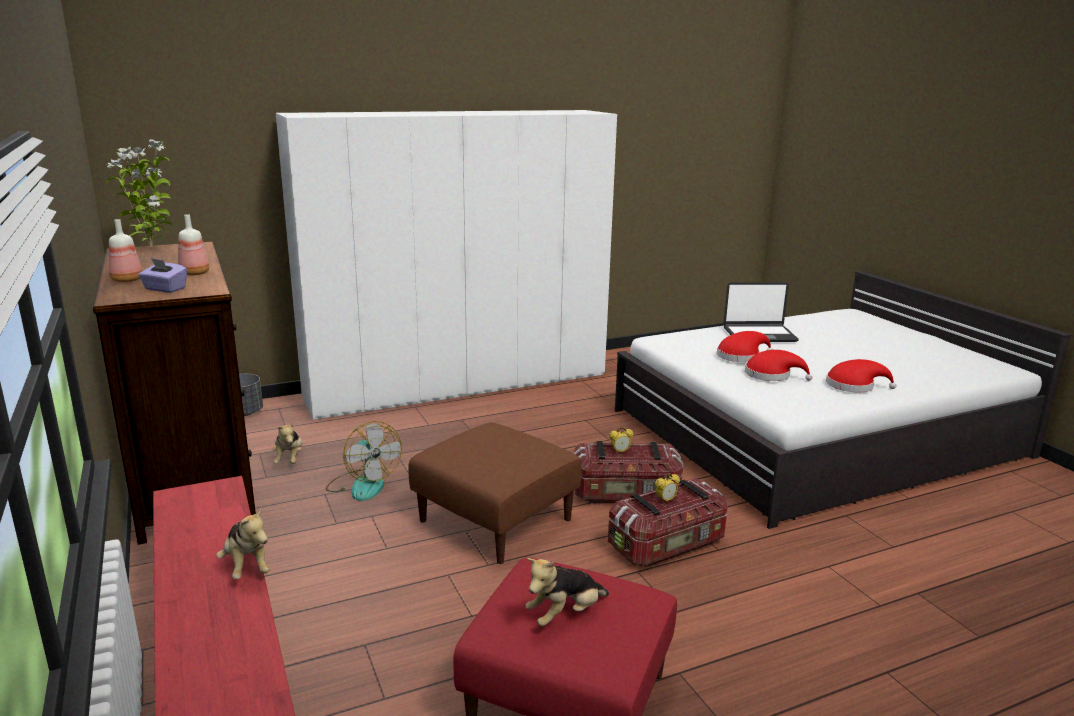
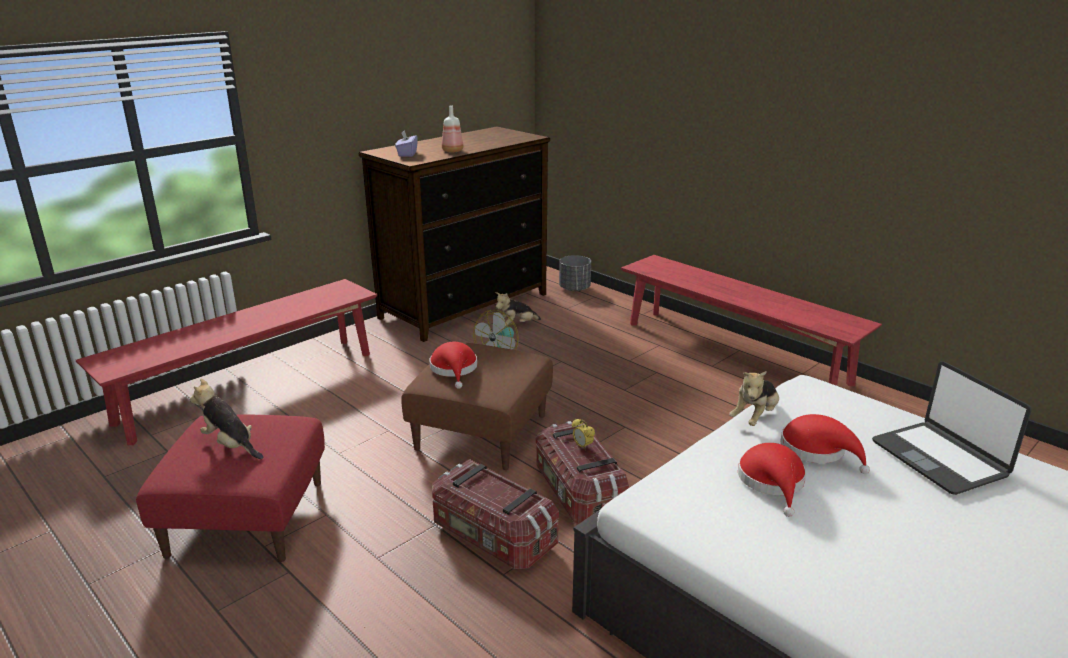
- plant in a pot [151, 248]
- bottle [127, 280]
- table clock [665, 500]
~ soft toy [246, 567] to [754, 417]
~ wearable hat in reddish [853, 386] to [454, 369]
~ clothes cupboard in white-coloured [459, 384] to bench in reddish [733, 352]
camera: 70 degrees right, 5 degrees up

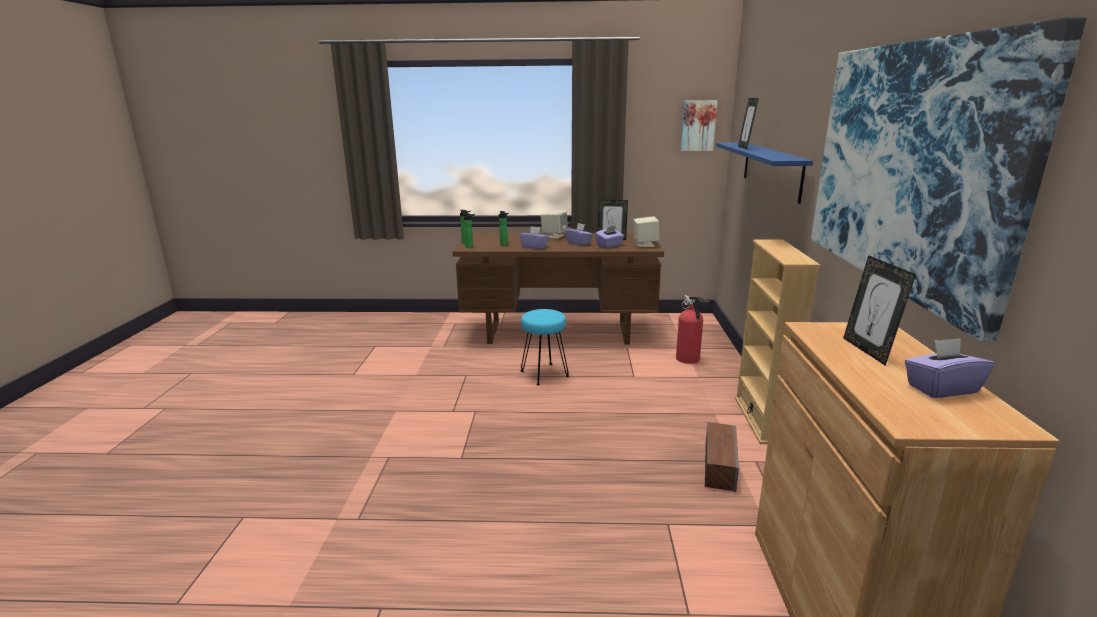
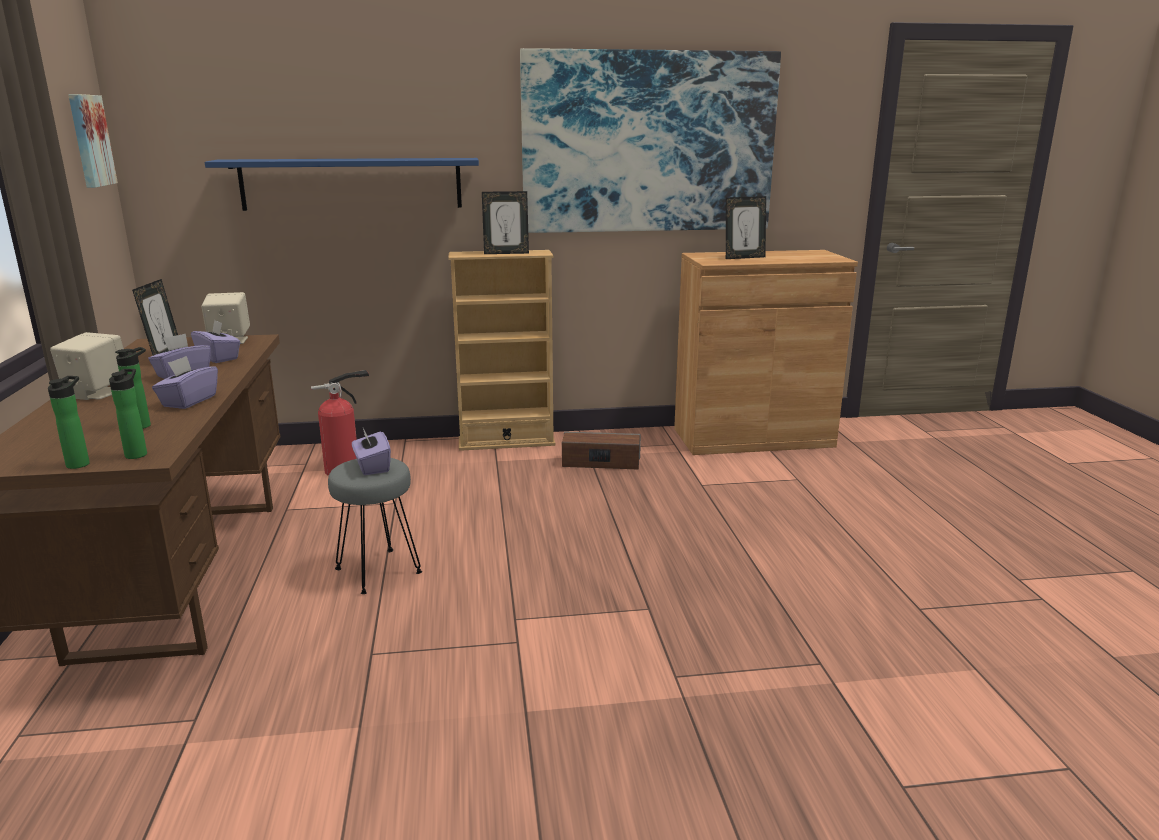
~ picture frame [745, 147] to [506, 253]
~ tissue box in purple [941, 388] to [372, 467]
~ stool in blue-green [543, 374] to stool in gray [378, 571]
camera: 100 degrees left, 0 degrees up

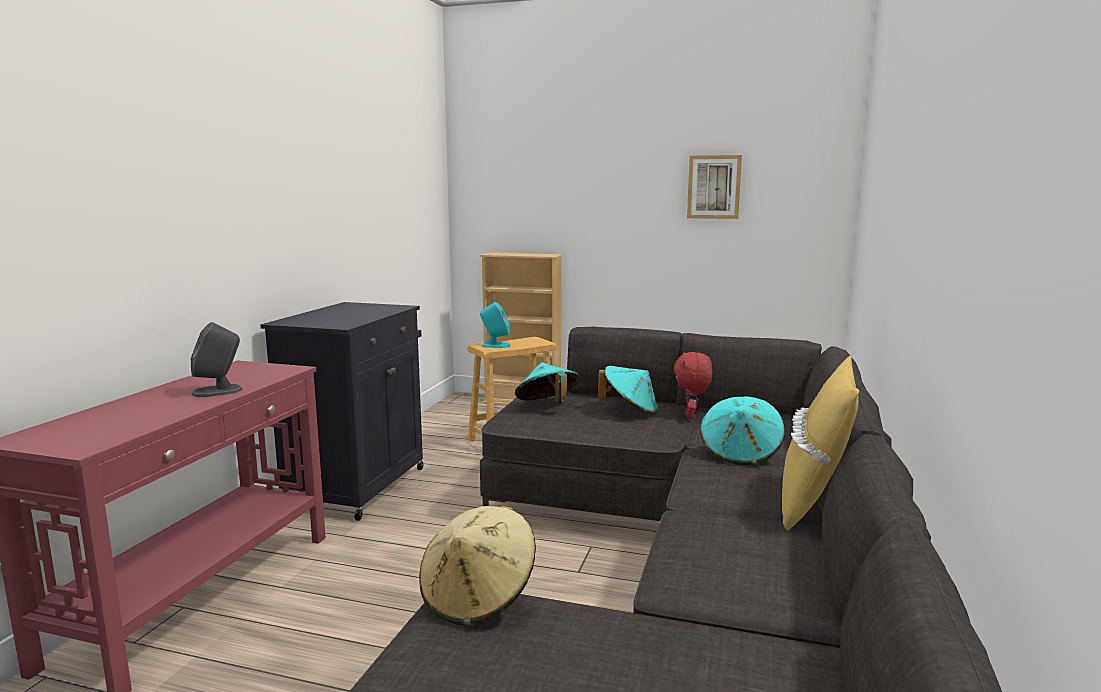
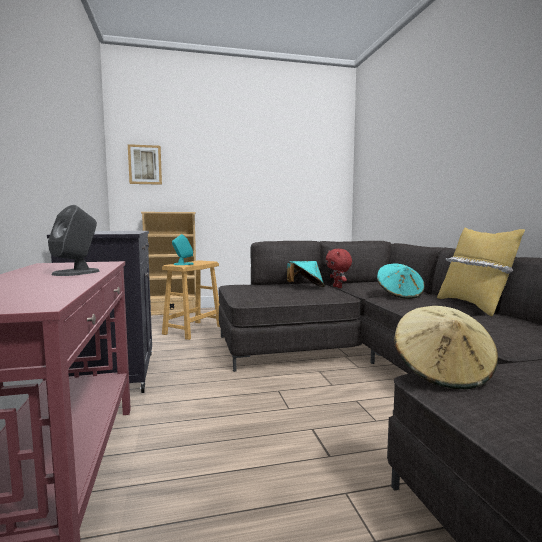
- wearable hat in blue-green [547, 406]
~ wall art [714, 187] to [145, 165]
camera: 30 degrees left, 5 degrees down

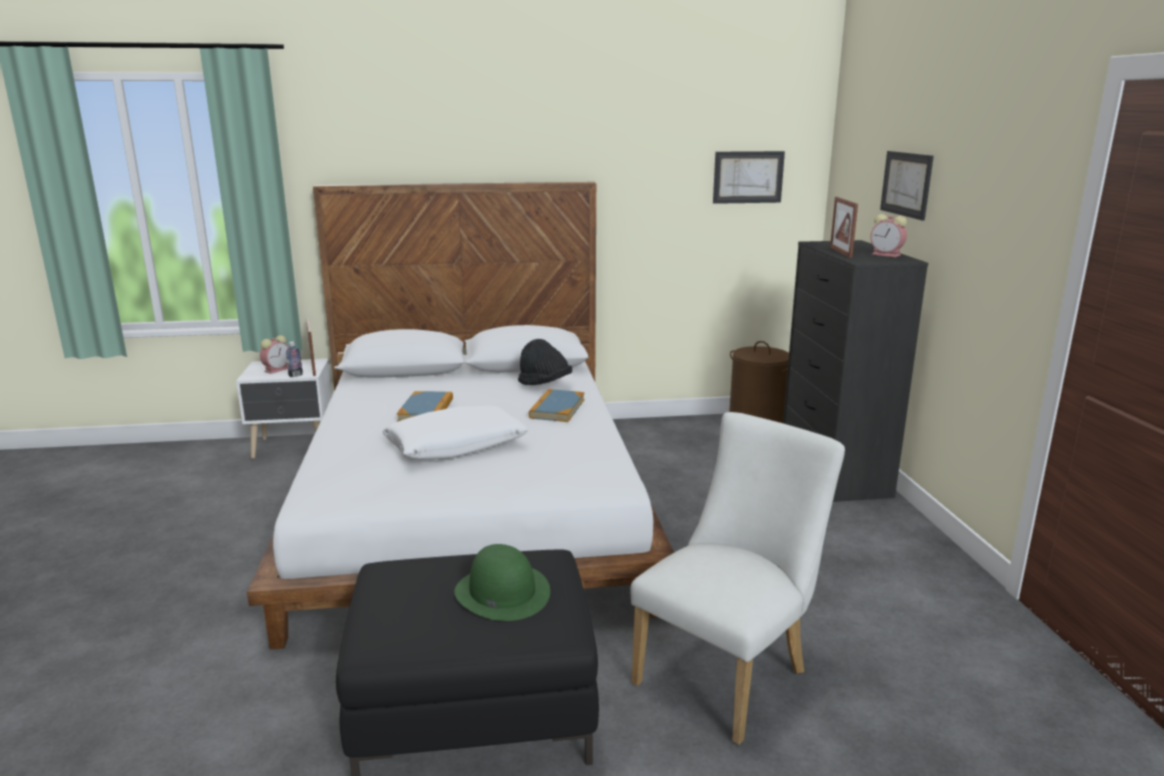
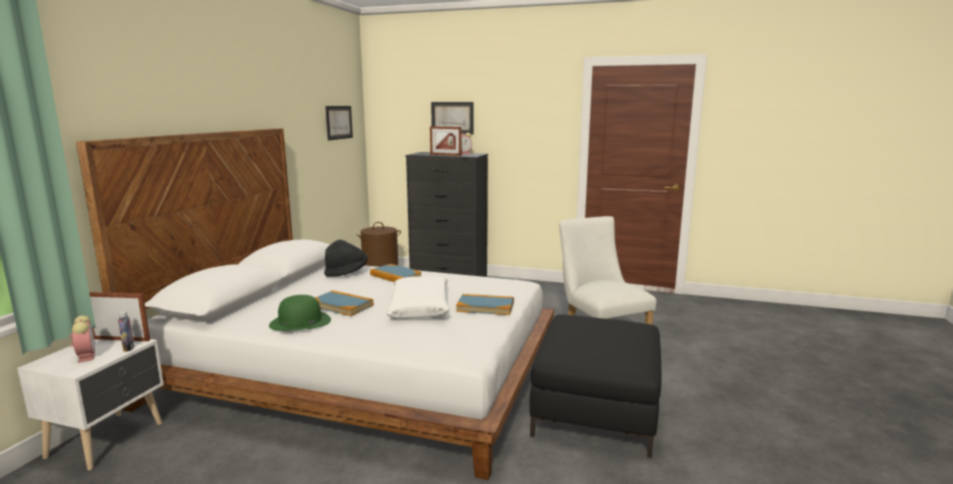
+ bound book [485, 307]
~ wearable hat in green-coloured [502, 592] to [300, 322]
camera: 65 degrees left, 5 degrees down

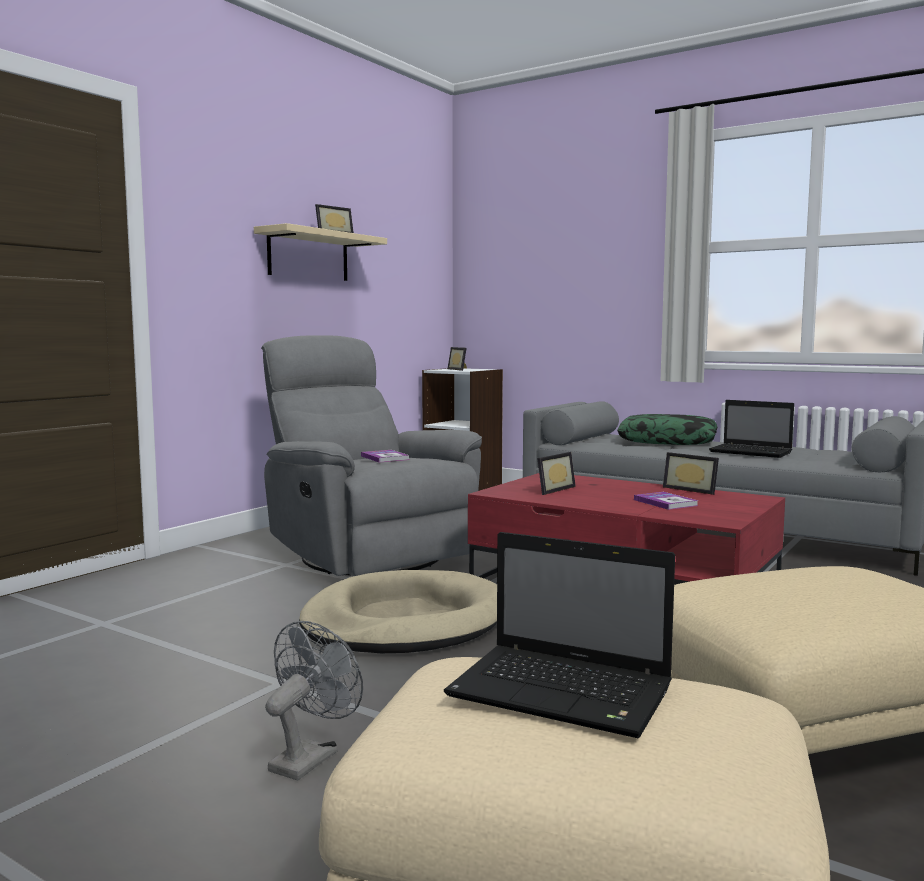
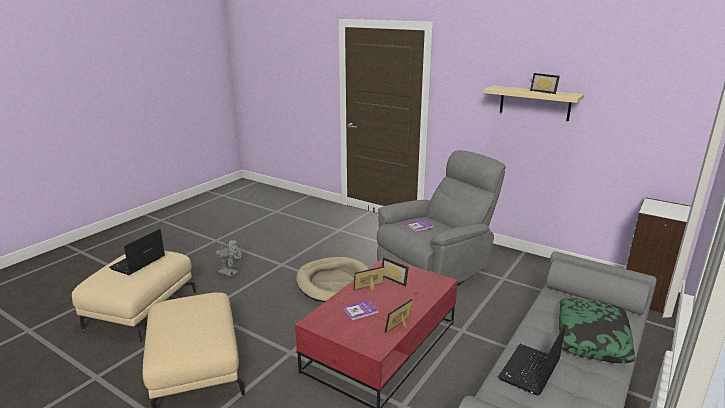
~ picture frame [460, 369] to [370, 288]
camera: 90 degrees right, 15 degrees up

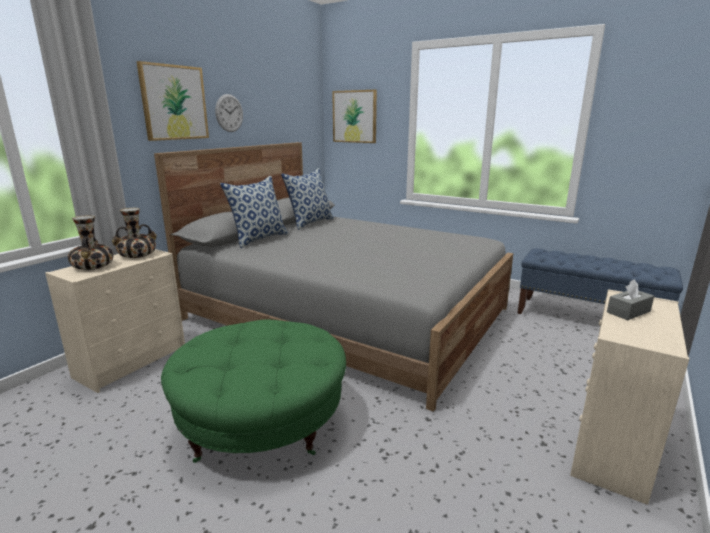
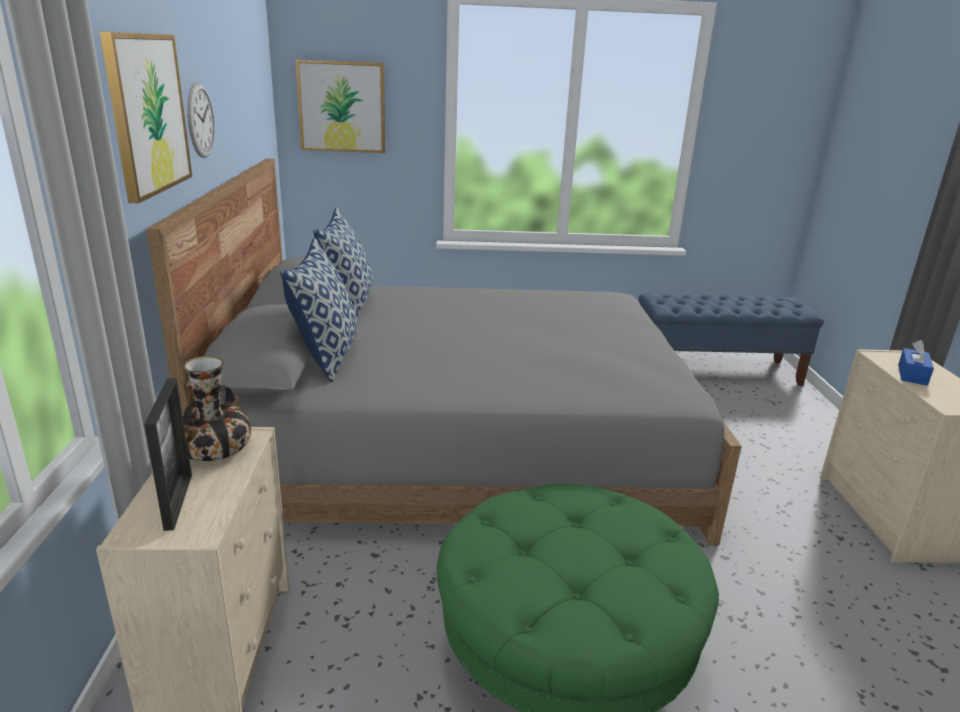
~ decorative vase [93, 266] to picture frame [178, 501]
~ tissue box in gray [628, 312] to tissue box in blue [912, 375]
camera: 35 degrees left, 5 degrees up

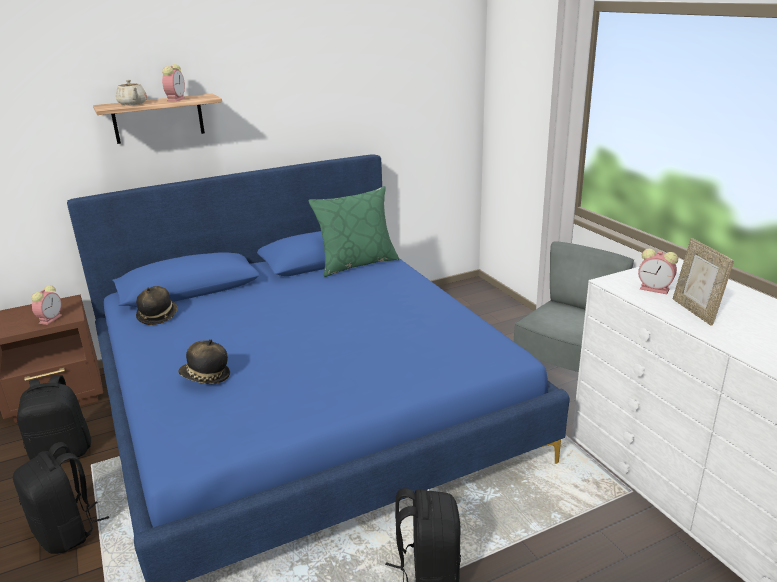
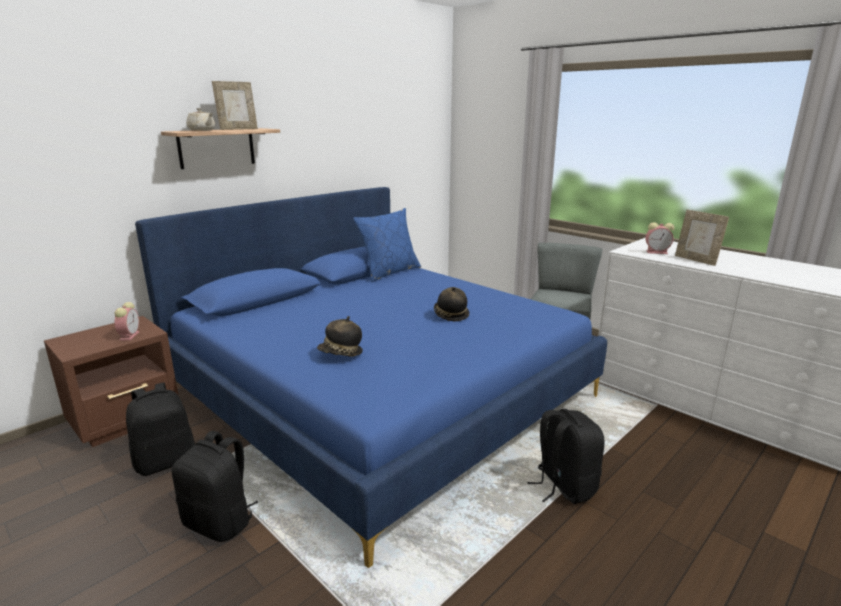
~ wearable hat [157, 316] to [450, 315]
~ table clock [176, 99] to picture frame [238, 129]
~ throw pillow in green-coloured [357, 263] to throw pillow in blue [389, 272]
camera: 20 degrees left, 5 degrees down

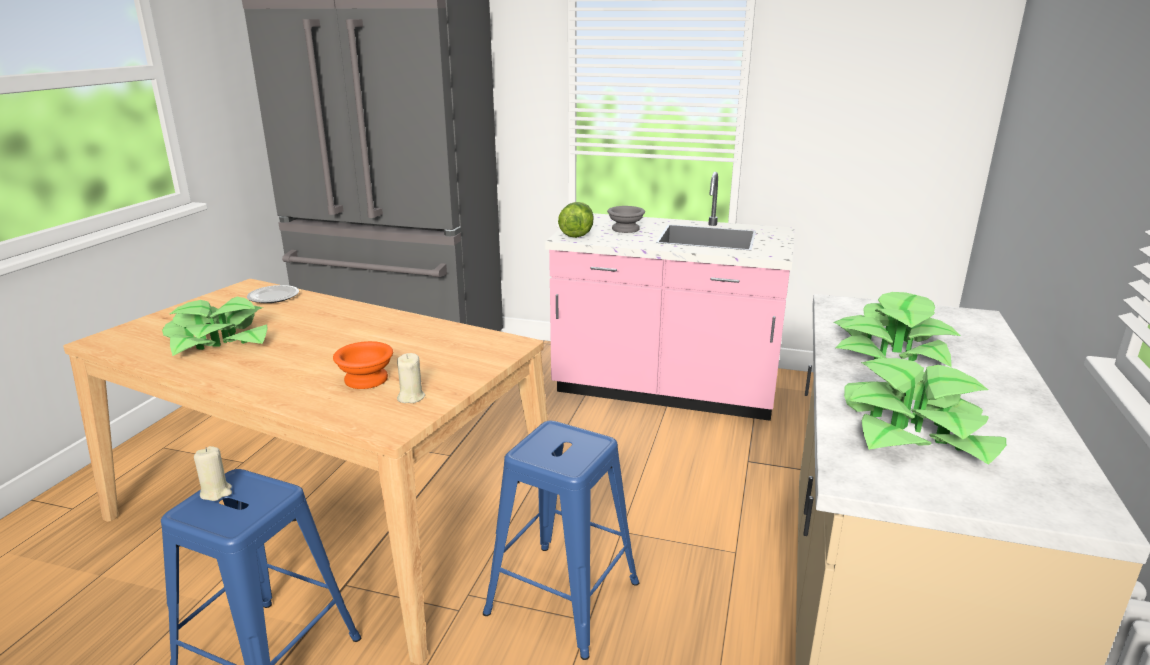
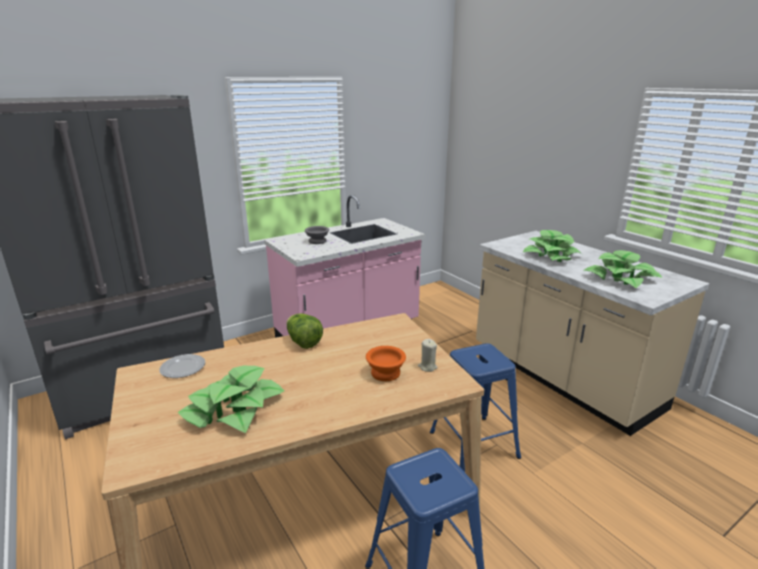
- candle in beige-coloured [216, 492]
~ lettuce head [577, 234] to [303, 342]
camera: 50 degrees left, 0 degrees up

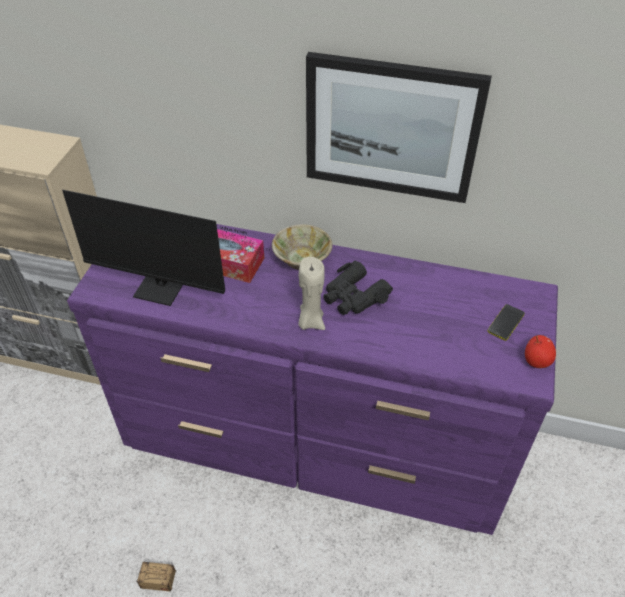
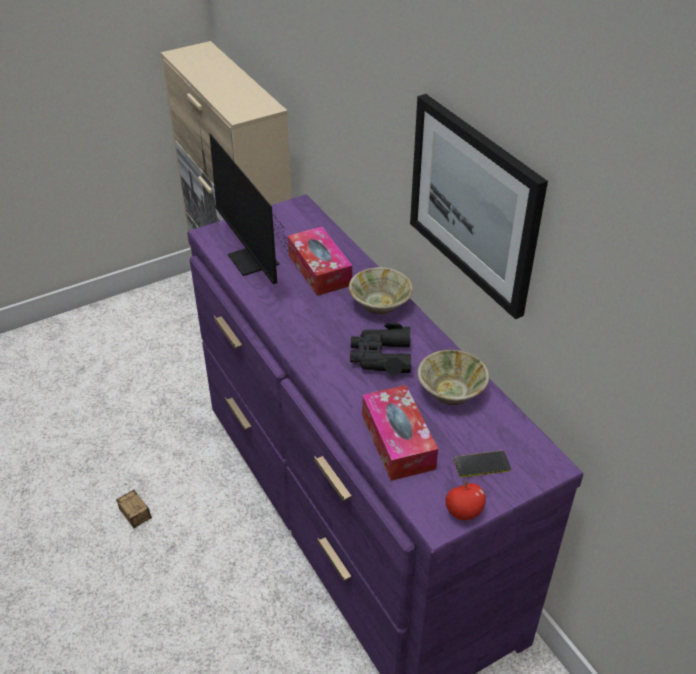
- candle in beige-coloured [310, 321]
+ tissue box [398, 441]
+ bowl in beige-coloured [451, 390]
camera: 45 degrees right, 5 degrees down

